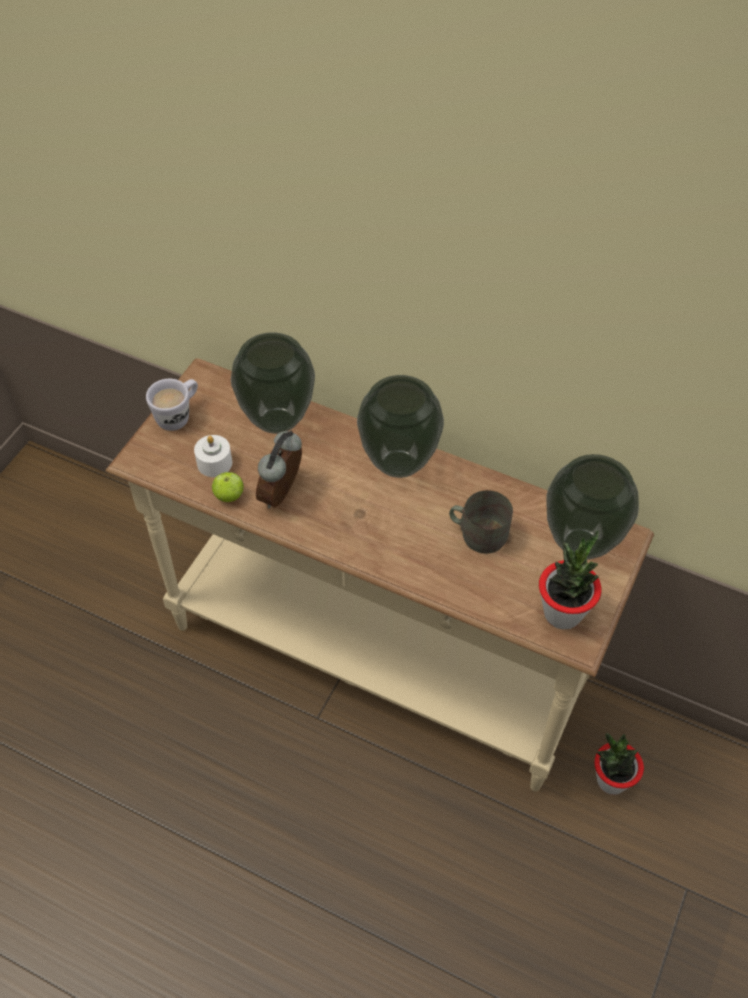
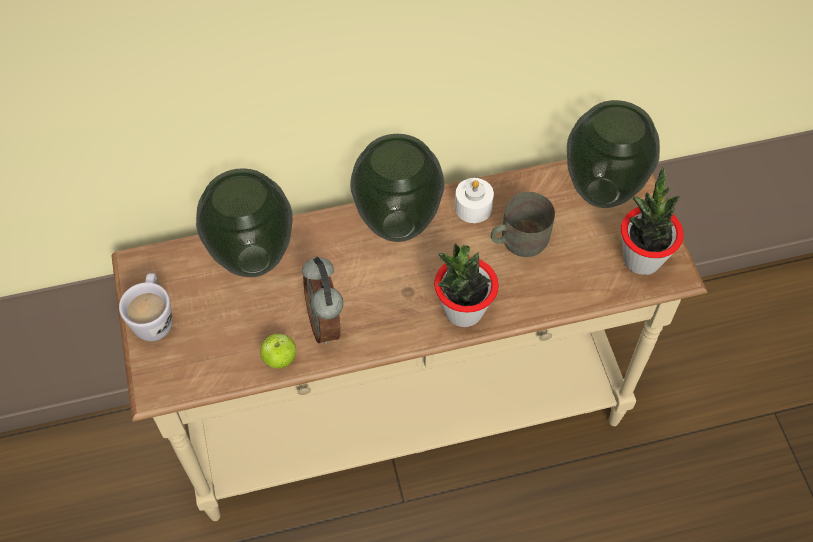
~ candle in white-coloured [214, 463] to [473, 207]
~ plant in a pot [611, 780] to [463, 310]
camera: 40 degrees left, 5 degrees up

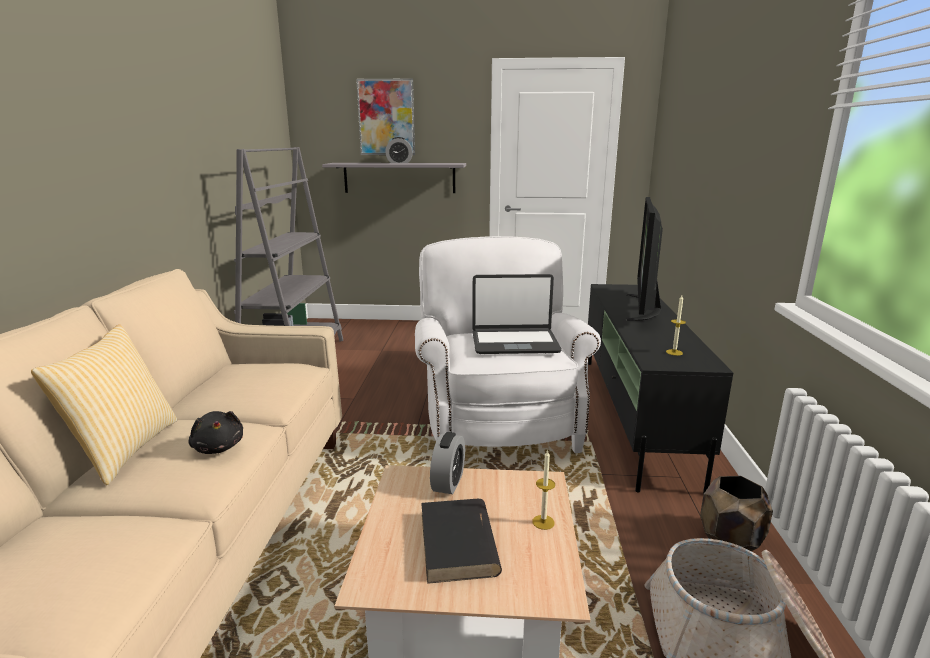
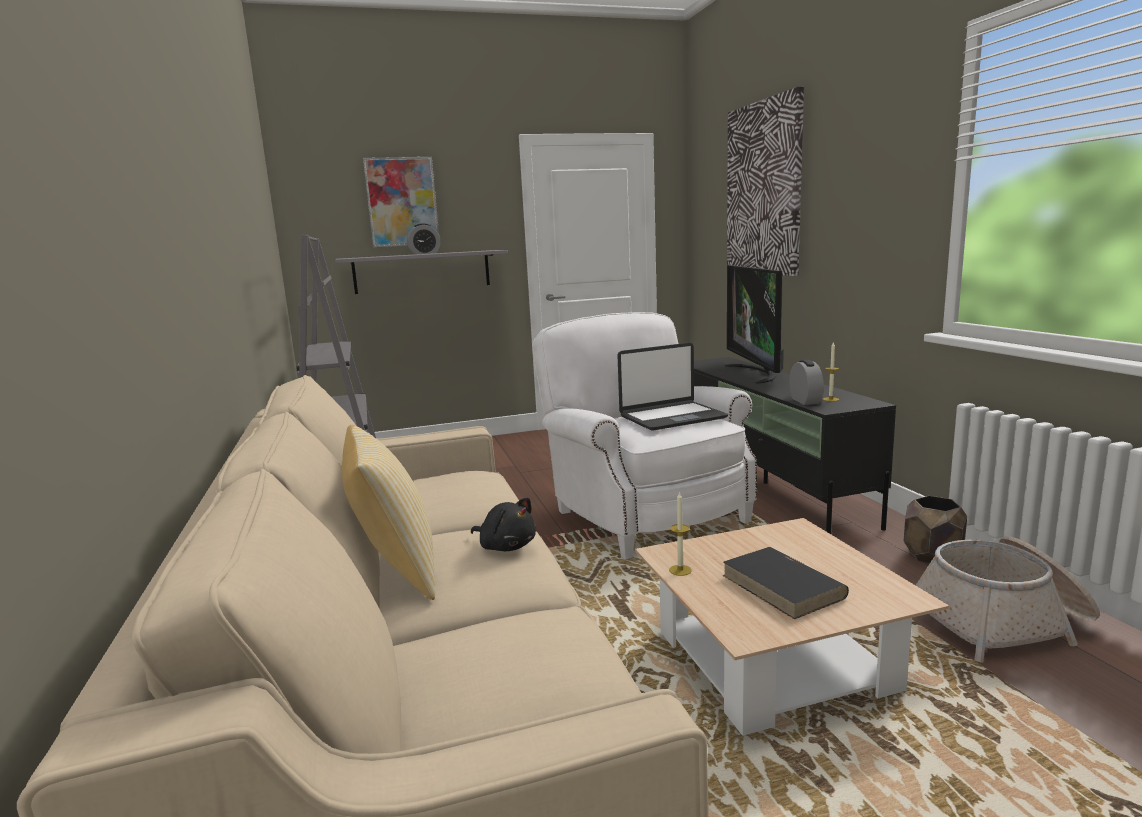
+ wall art [763, 189]
~ table clock [448, 482] to [805, 401]
~ candle [543, 522] to [680, 570]
camera: 20 degrees left, 5 degrees down

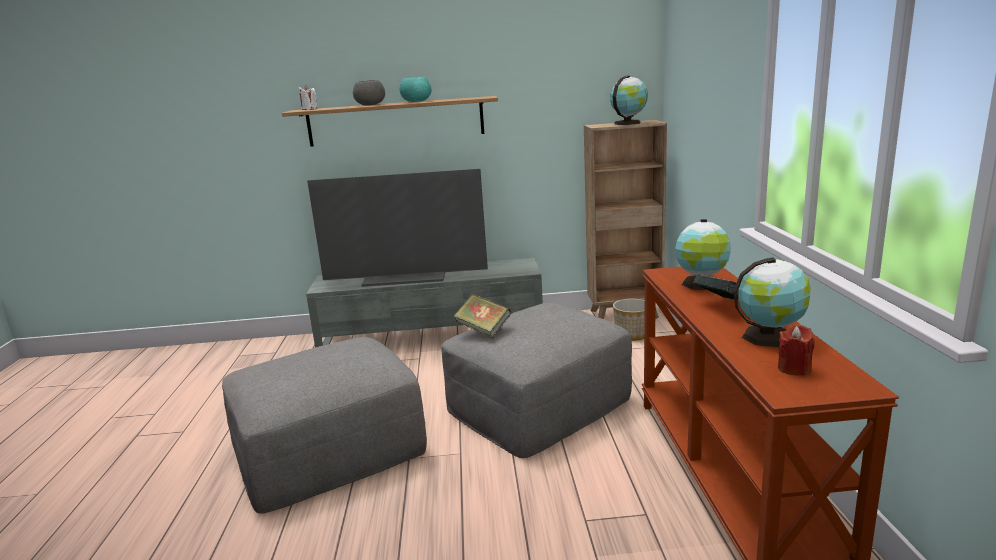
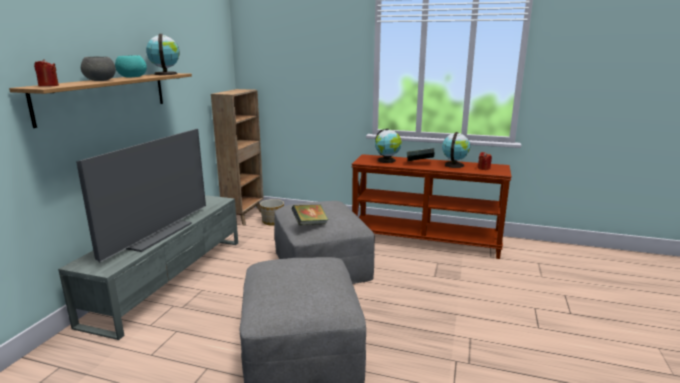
~ desk globe [628, 123] to [165, 74]
~ candle in white-coloured [309, 109] to candle in reddish [48, 85]
camera: 70 degrees left, 0 degrees up

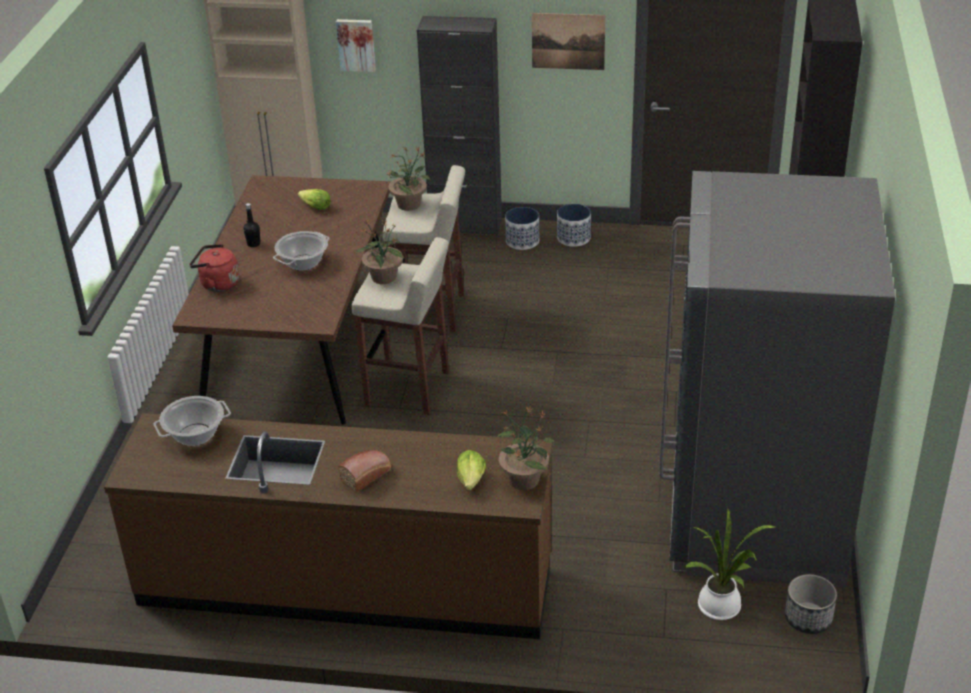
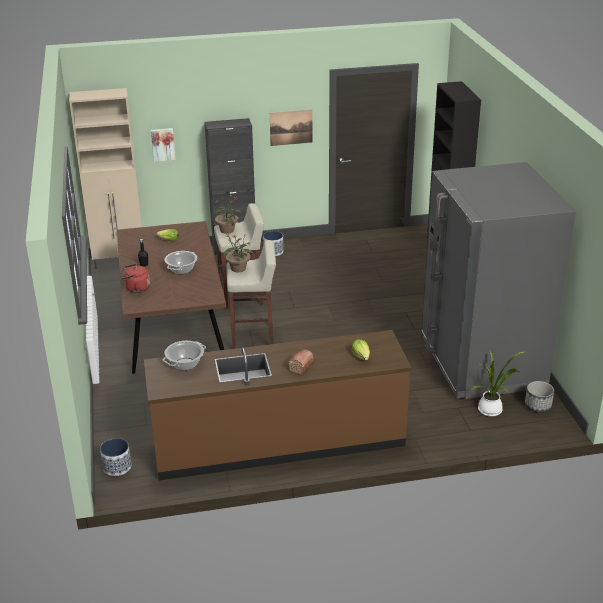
- plant in a pot [524, 479]
~ planter [573, 238] to [117, 467]
camera: 20 degrees left, 5 degrees down

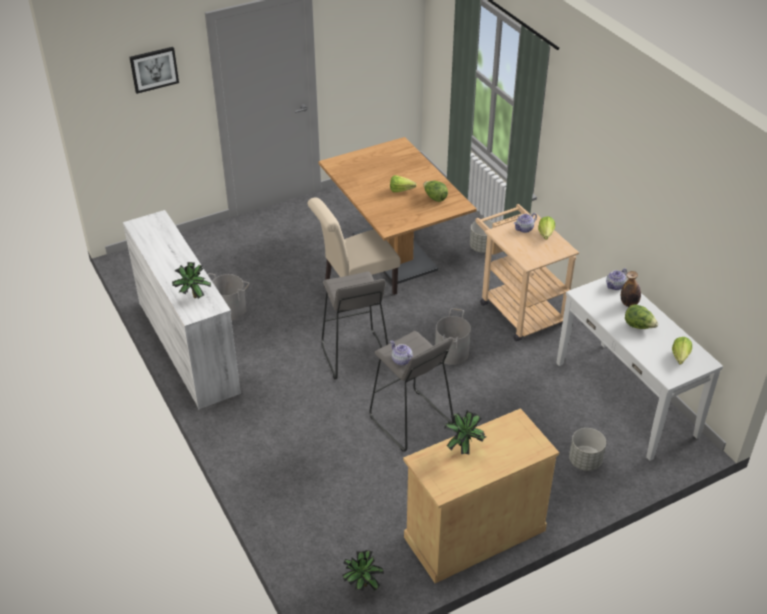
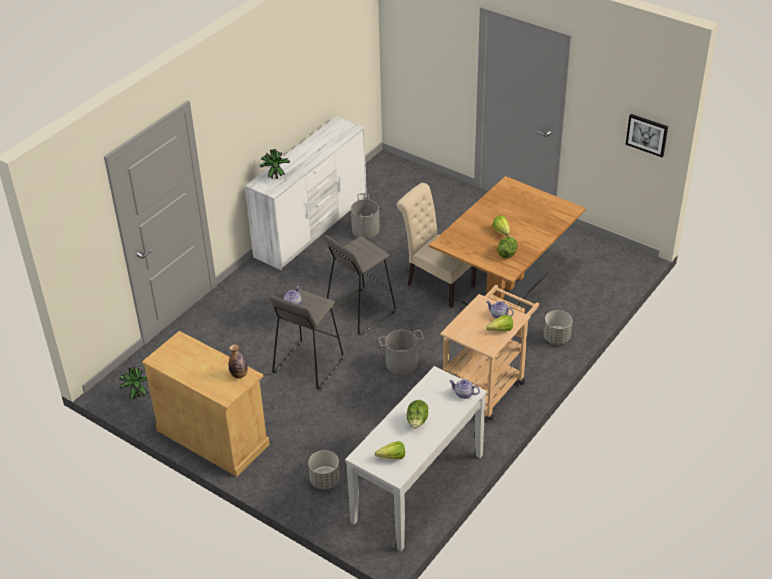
- plant in a pot [463, 447]
~ wall art [154, 69] to [647, 134]
~ bottle [629, 303] to [239, 375]
camera: 65 degrees right, 0 degrees up

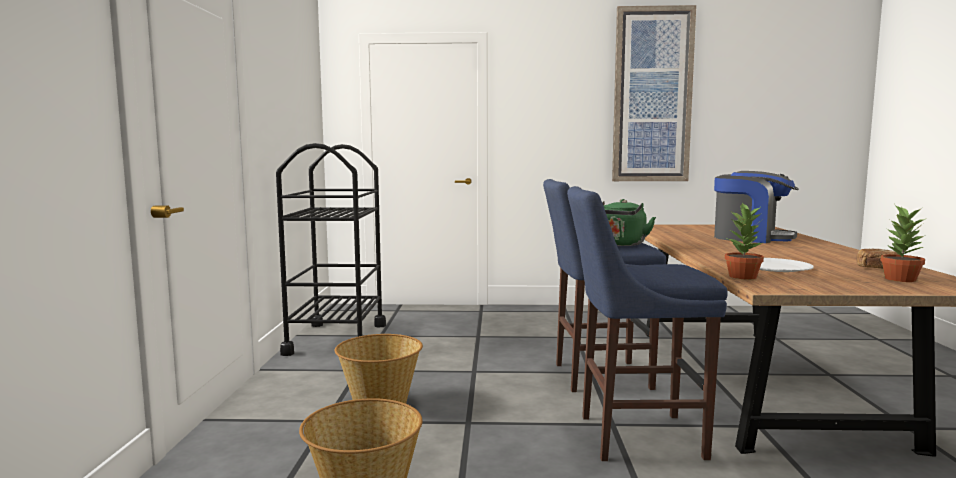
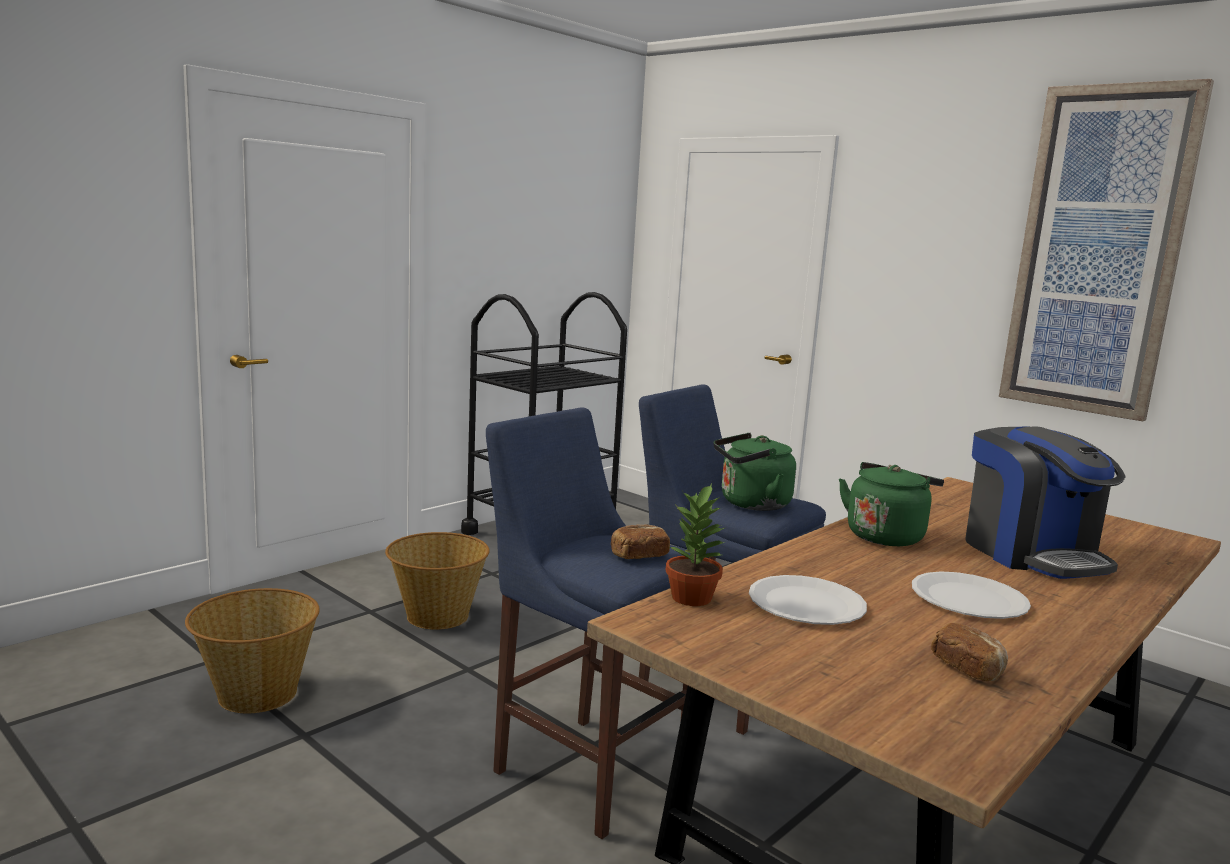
- plant in a pot [899, 279]
+ bread [638, 555]
+ tea kettle in green-coloured [886, 536]
+ dinner plate in white-coloured [969, 598]
camera: 40 degrees right, 5 degrees up

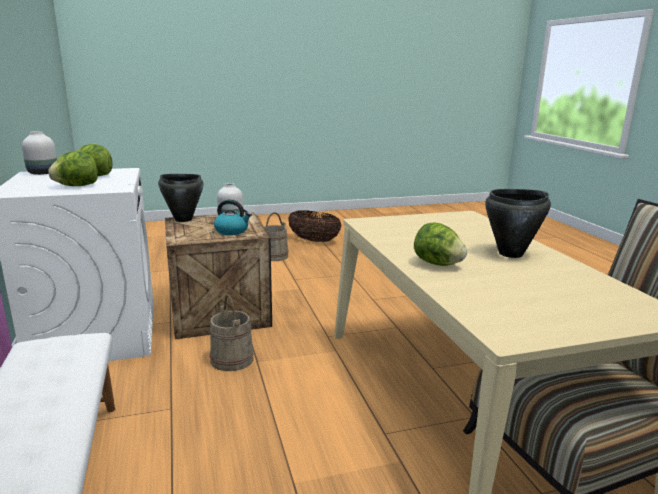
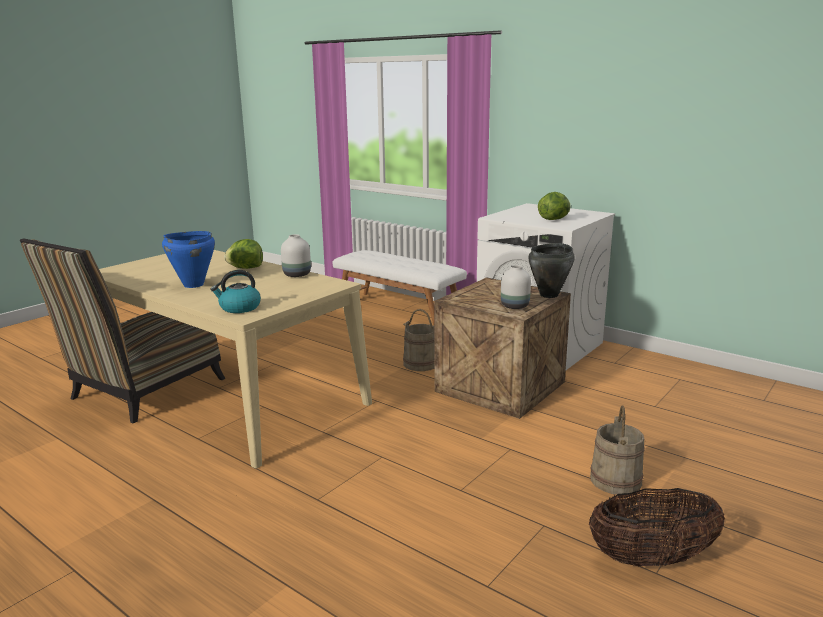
- lettuce head [77, 186]
~ decorative vase in white-coloured [42, 173] to [297, 274]
~ tea kettle [232, 231] to [239, 308]
~ stockpot in black [511, 254] to stockpot in blue [193, 285]
camera: 145 degrees right, 0 degrees up

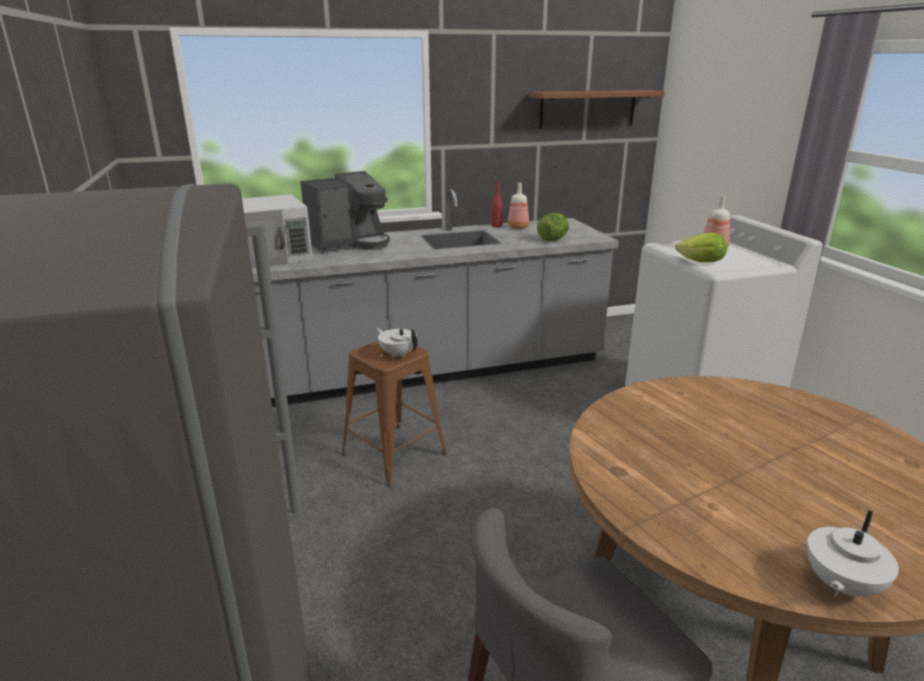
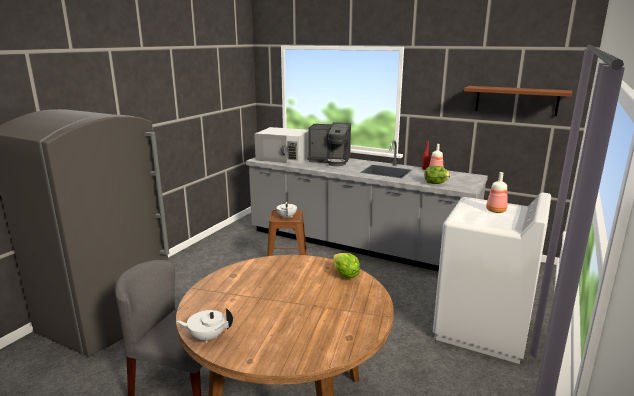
~ lettuce head [701, 262] to [345, 275]
camera: 45 degrees right, 5 degrees down

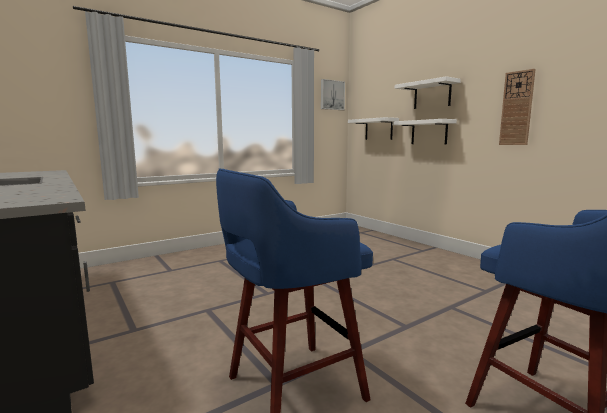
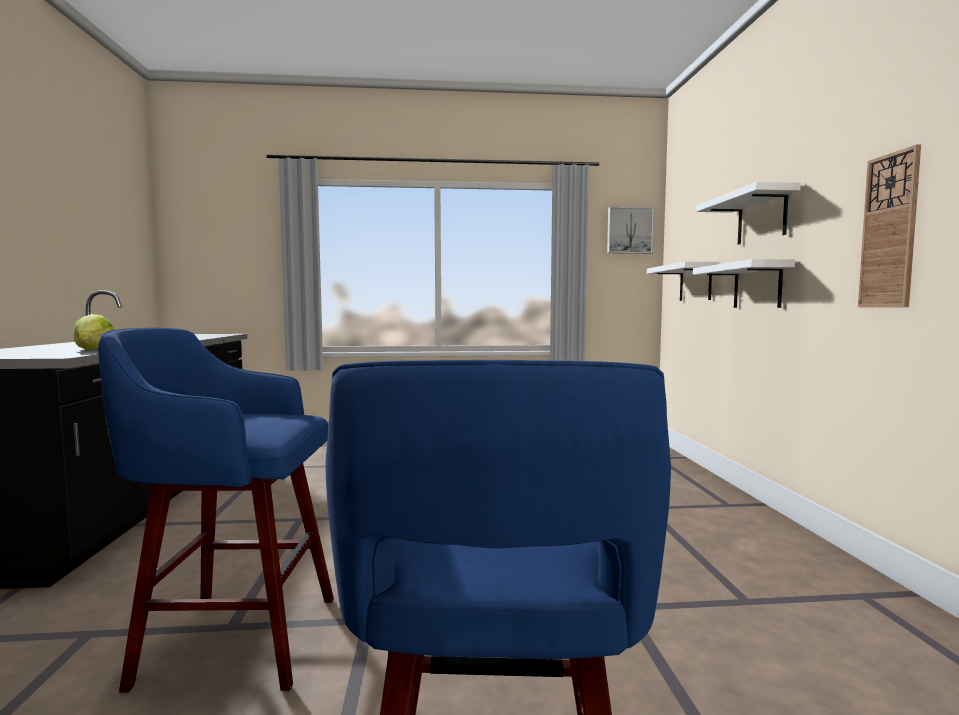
+ lettuce head [93, 349]
camera: 30 degrees right, 5 degrees down

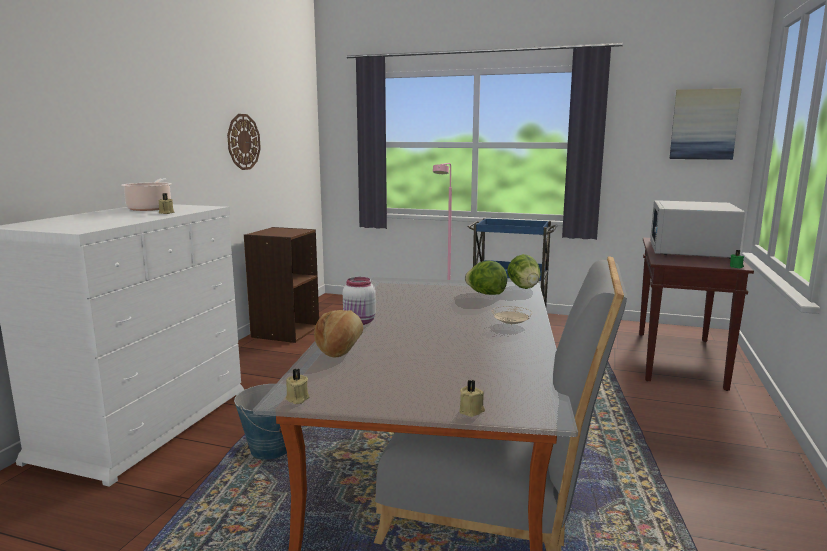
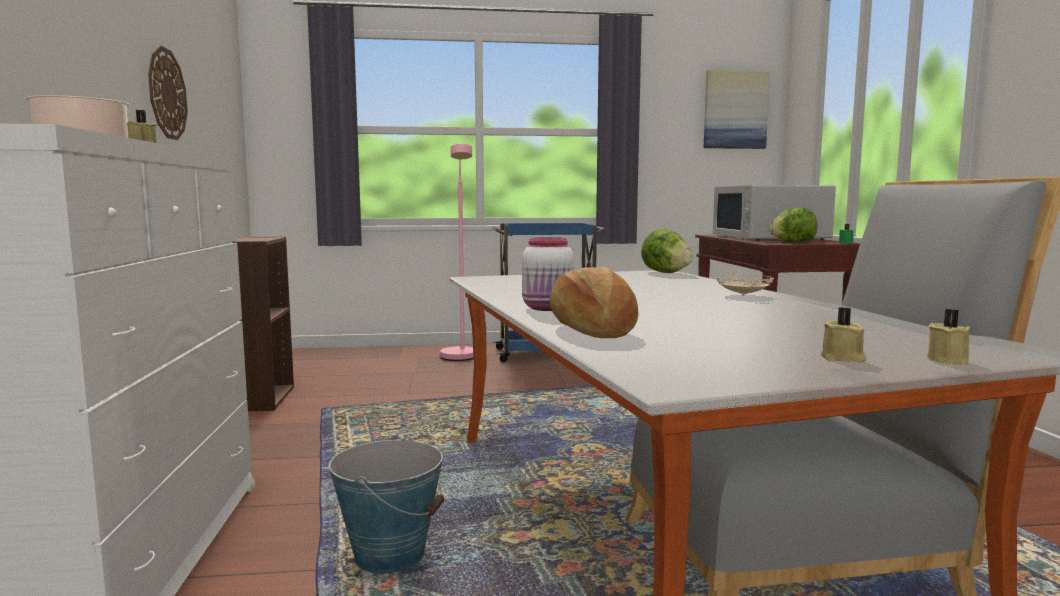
~ candle in beige-coloured [297, 399] to [843, 358]
~ lettuce head [486, 294] to [793, 242]
camera: 25 degrees left, 5 degrees down

